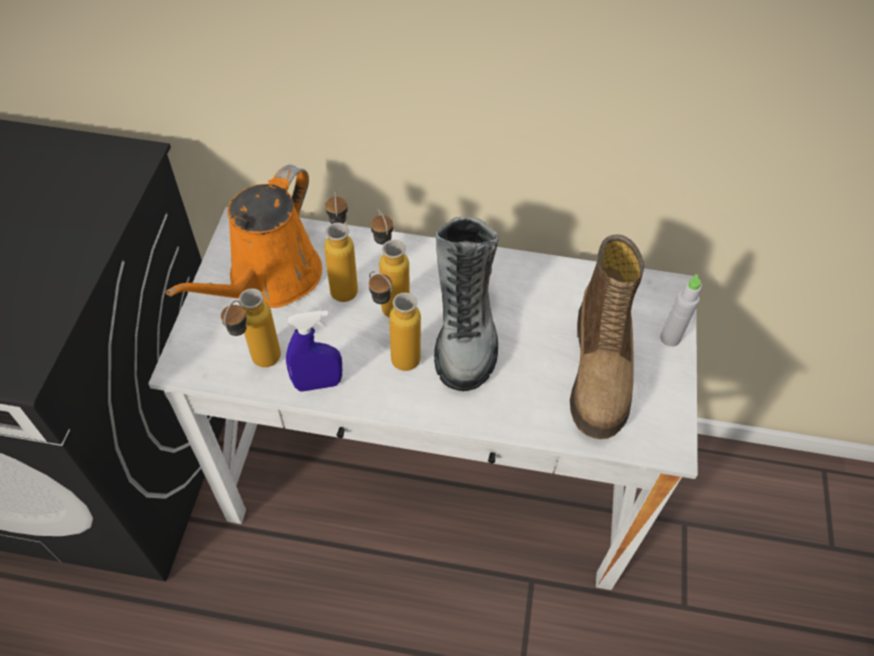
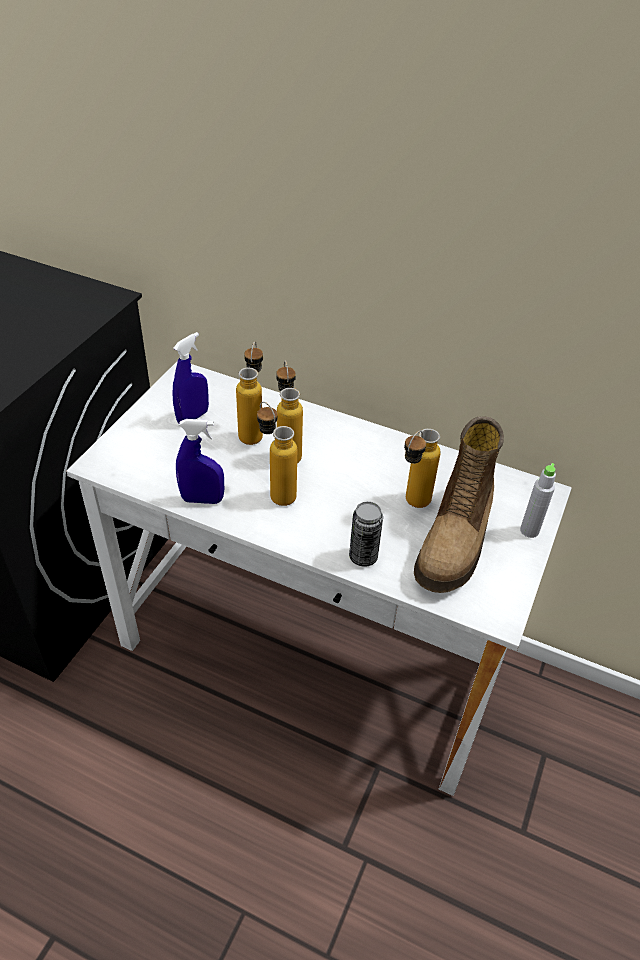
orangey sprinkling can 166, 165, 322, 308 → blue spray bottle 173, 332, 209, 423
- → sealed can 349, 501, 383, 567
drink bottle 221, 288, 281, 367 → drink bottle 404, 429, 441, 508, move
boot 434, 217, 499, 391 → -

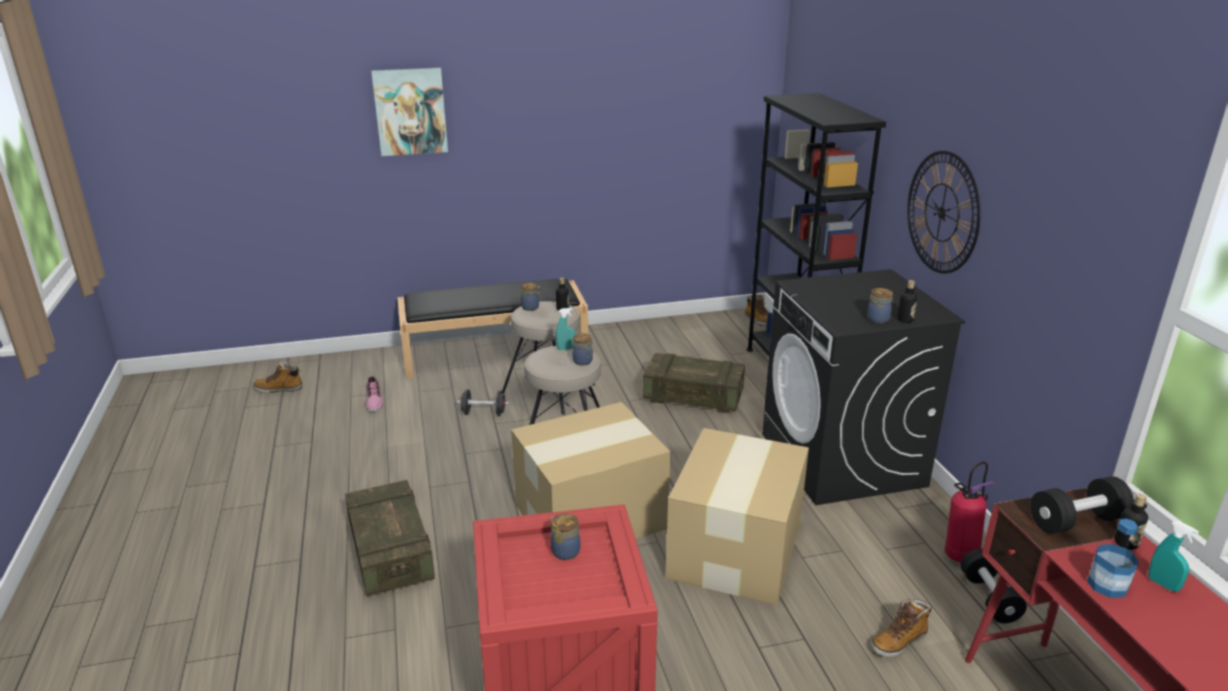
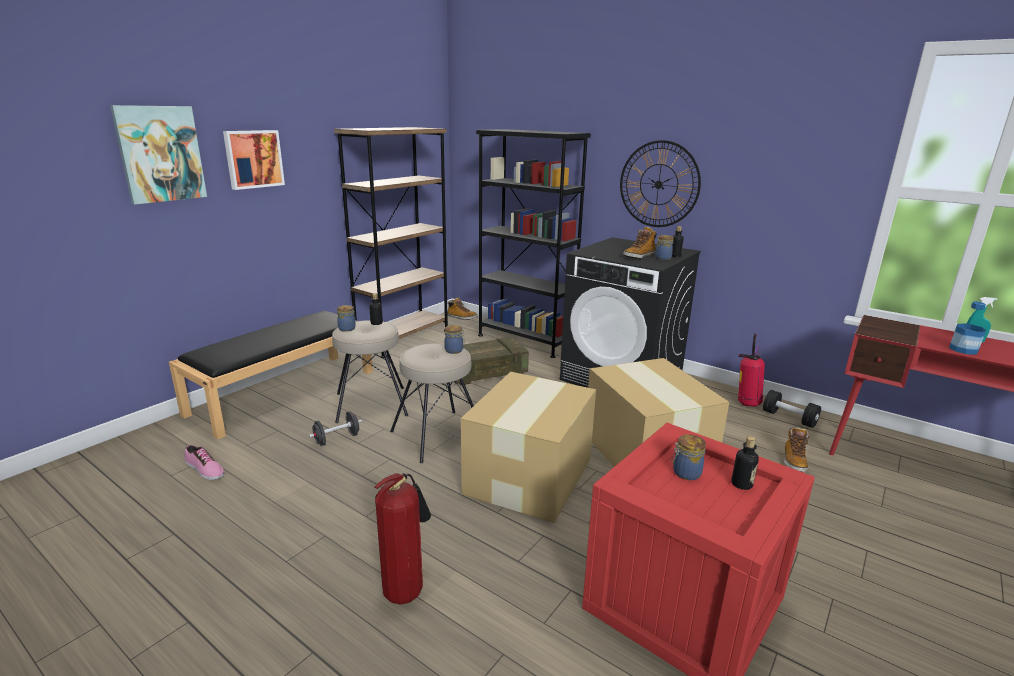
- → wall art 223, 130, 285, 190
- → brown bookcase 334, 127, 448, 358
shipping crate 345, 480, 435, 596 → extinguisher 374, 473, 431, 605
boot 253, 361, 303, 393 → boot 623, 226, 657, 259, move
drink bottle 1114, 494, 1148, 550 → drink bottle 731, 436, 759, 490, move
turquoise-coloured spray bottle 556, 308, 576, 350 → -
black hand weight 1031, 476, 1134, 534 → -

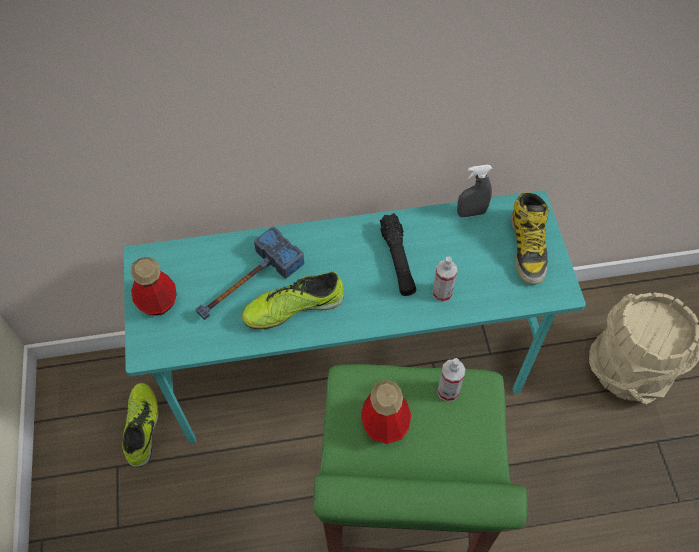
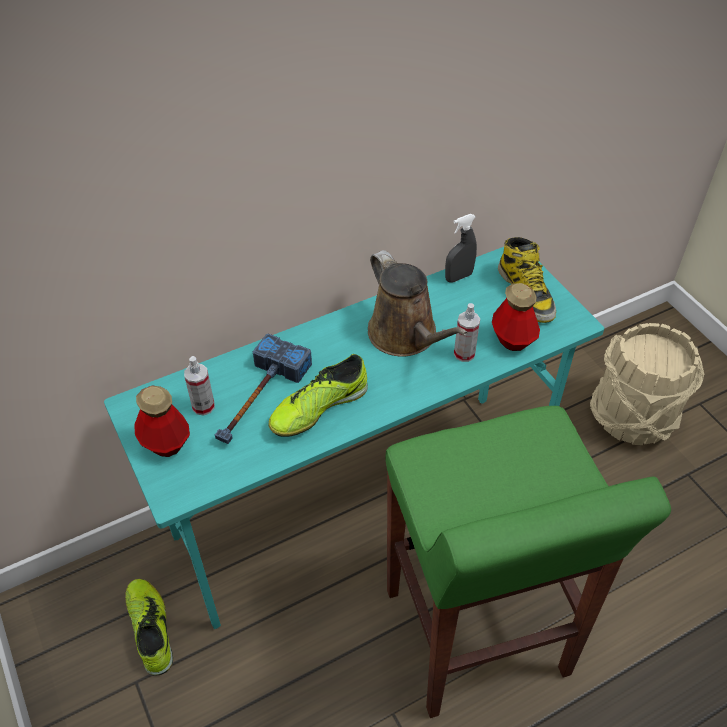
spray bottle 437, 358, 465, 402 → spray bottle 184, 356, 215, 416, move
black hand torch 380, 213, 416, 296 → brown sprinkling can 368, 250, 468, 357
drink bottle 361, 380, 411, 444 → drink bottle 492, 283, 540, 351, move

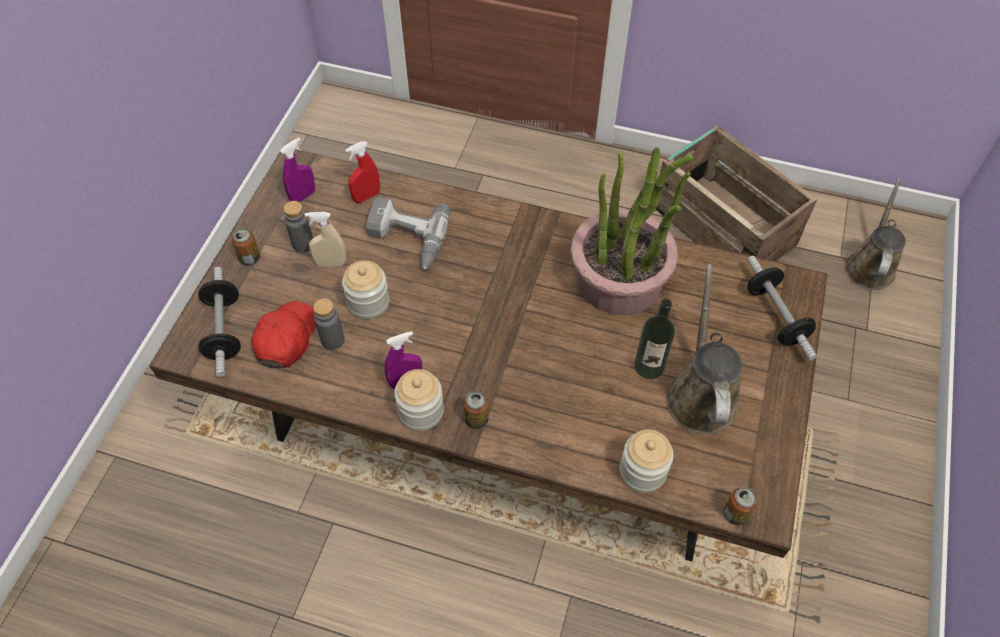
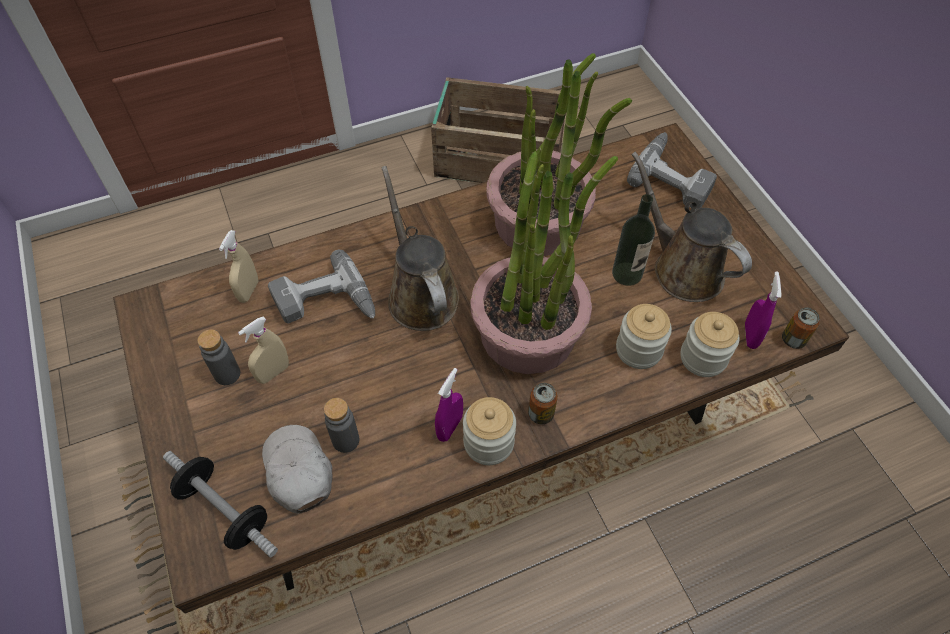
reddish spray bottle 345, 141, 380, 203 → beige-coloured spray bottle 219, 230, 258, 303
reddish peaked cap 251, 301, 316, 368 → white peaked cap 262, 425, 333, 514
brown sprinkling can 845, 178, 906, 290 → brown sprinkling can 382, 166, 459, 331, move
- → houseplant 470, 151, 618, 374
storage jar 342, 260, 389, 319 → storage jar 616, 304, 672, 369, move
hand weight 747, 256, 817, 360 → electric drill 627, 132, 717, 208
purple-coloured spray bottle 280, 138, 315, 202 → purple-coloured spray bottle 745, 271, 781, 349, move
sealed can 231, 228, 260, 265 → -

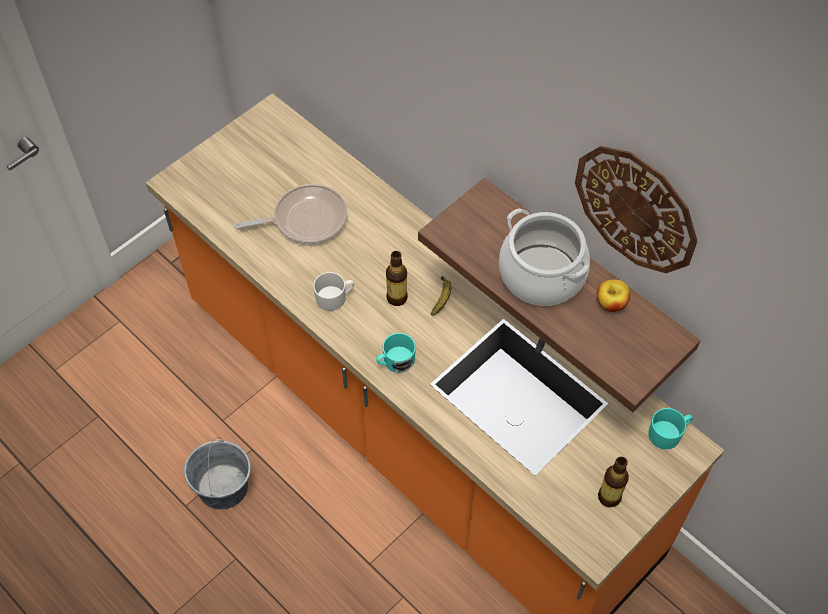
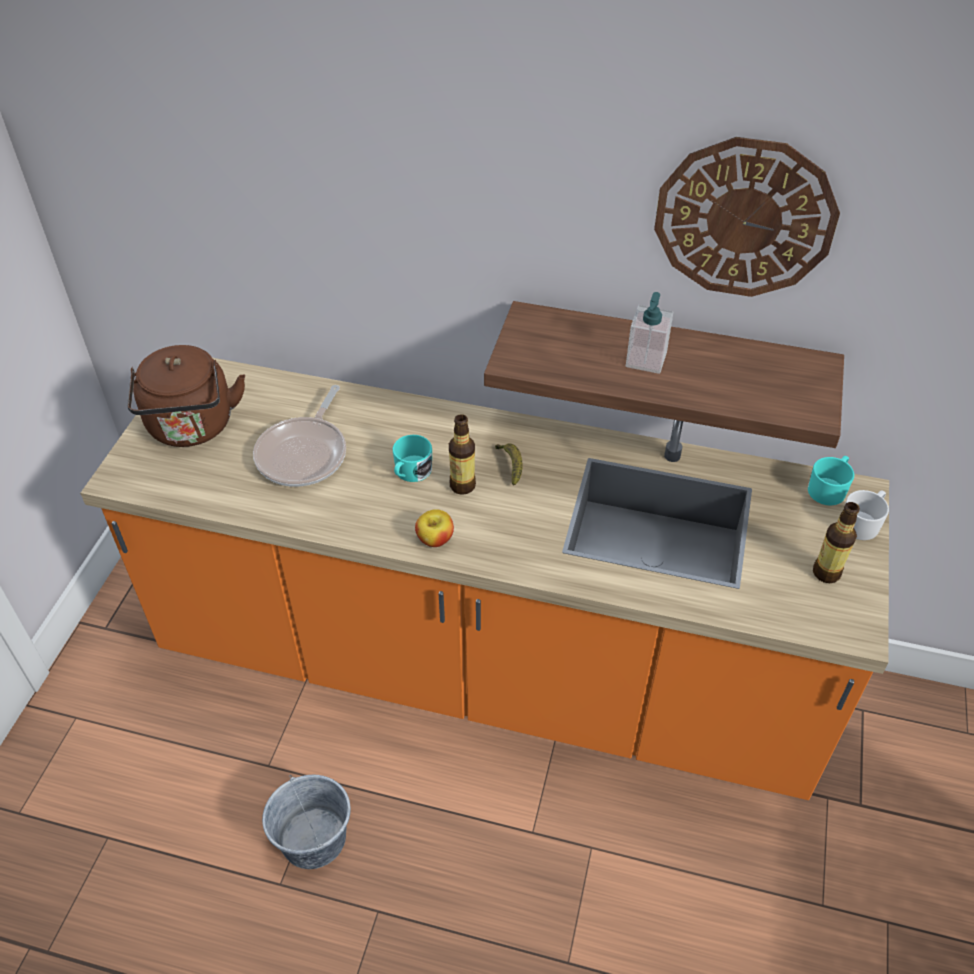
- → brown water kettle 127, 345, 245, 447
frying pan 234, 184, 347, 245 → frying pan 253, 385, 346, 487, 150 degrees clockwise
turquoise-coloured mug 376, 333, 416, 373 → turquoise-coloured mug 393, 435, 432, 482, move
apple 597, 279, 630, 312 → apple 415, 509, 454, 547, move
saucepot 499, 208, 590, 306 → liquid soap bottle 626, 292, 673, 374
white mug 313, 272, 354, 311 → white mug 845, 490, 889, 540, move

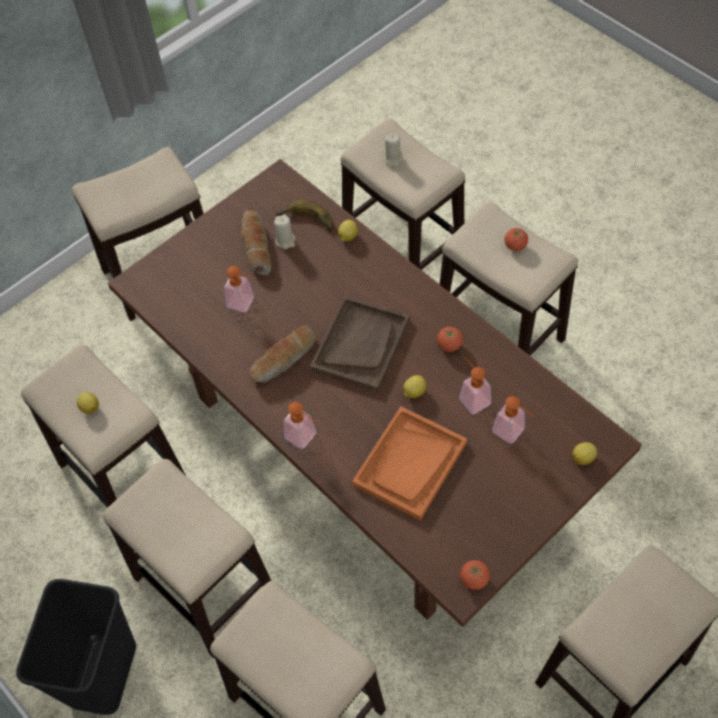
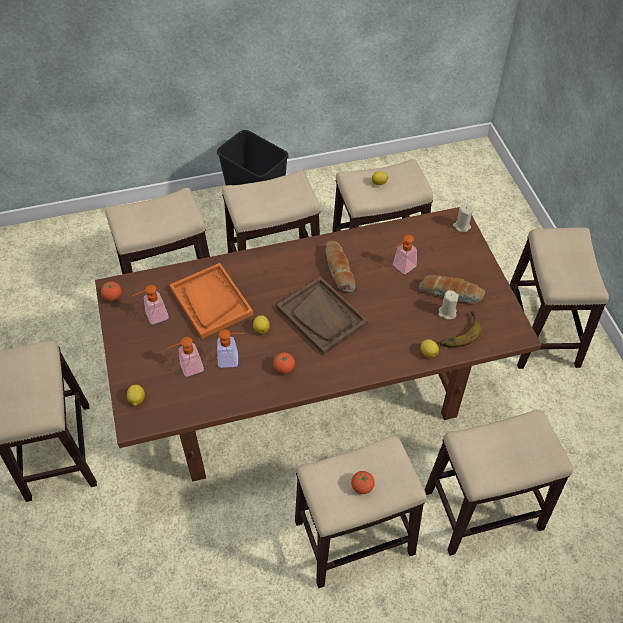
liquid soap bottle 284, 402, 316, 449 → liquid soap bottle 132, 285, 169, 324, move
beige-coloured wax candle 384, 133, 403, 167 → beige-coloured wax candle 453, 204, 473, 232, move

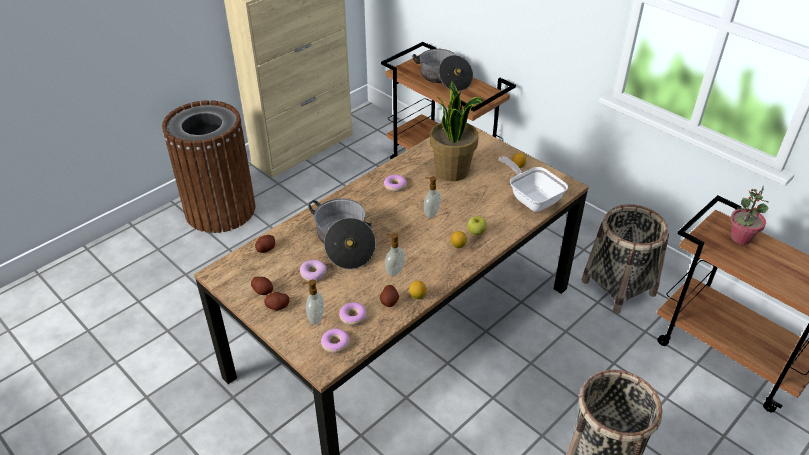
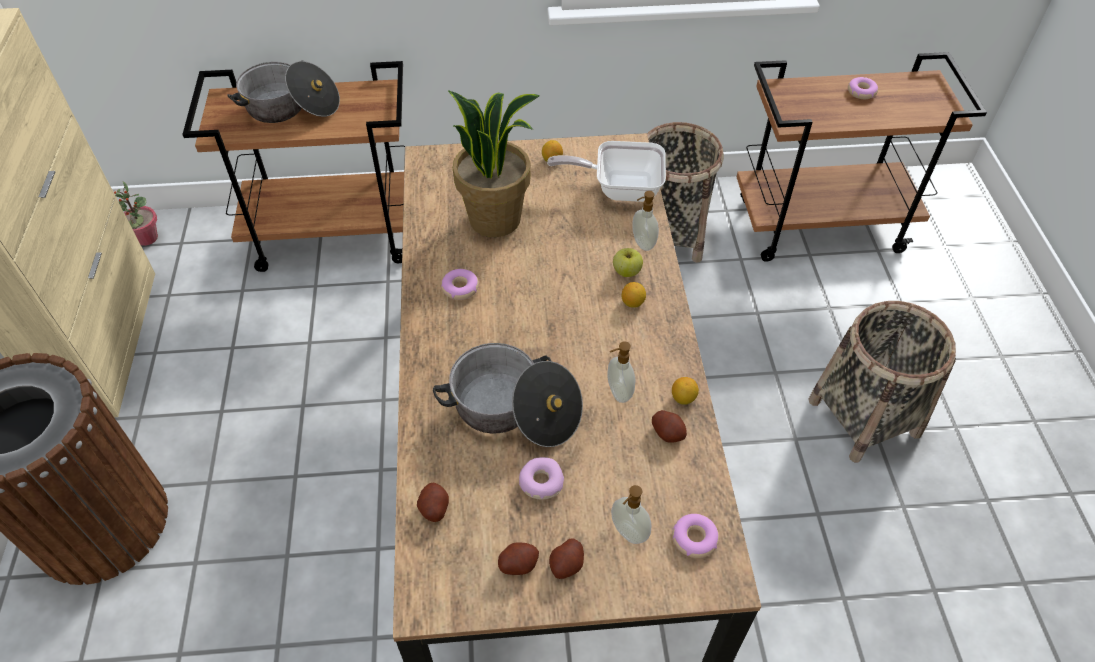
houseplant 730, 186, 769, 245 → houseplant 114, 181, 158, 246, move
liquid soap bottle 424, 177, 441, 218 → liquid soap bottle 632, 191, 659, 251, move
doughnut 339, 302, 367, 326 → doughnut 848, 77, 878, 99, move

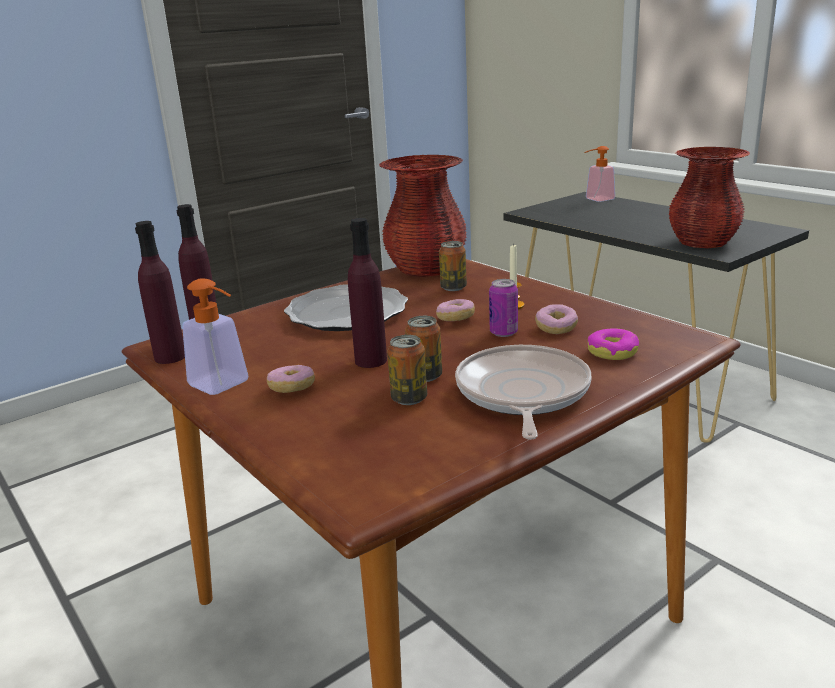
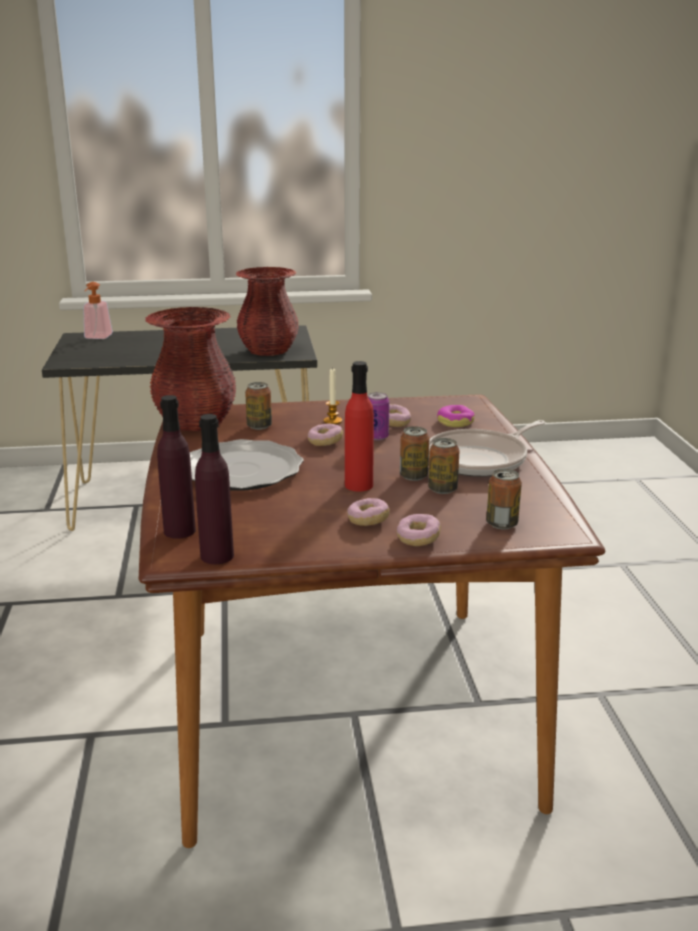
purple-coloured drink bottle 348, 218, 387, 368 → reddish drink bottle 345, 361, 374, 491
- → doughnut 397, 514, 441, 546
frying pan 455, 345, 592, 440 → frying pan 429, 420, 545, 477, 75 degrees counterclockwise
- → sealed can 486, 469, 522, 530
liquid soap bottle 182, 278, 248, 395 → -

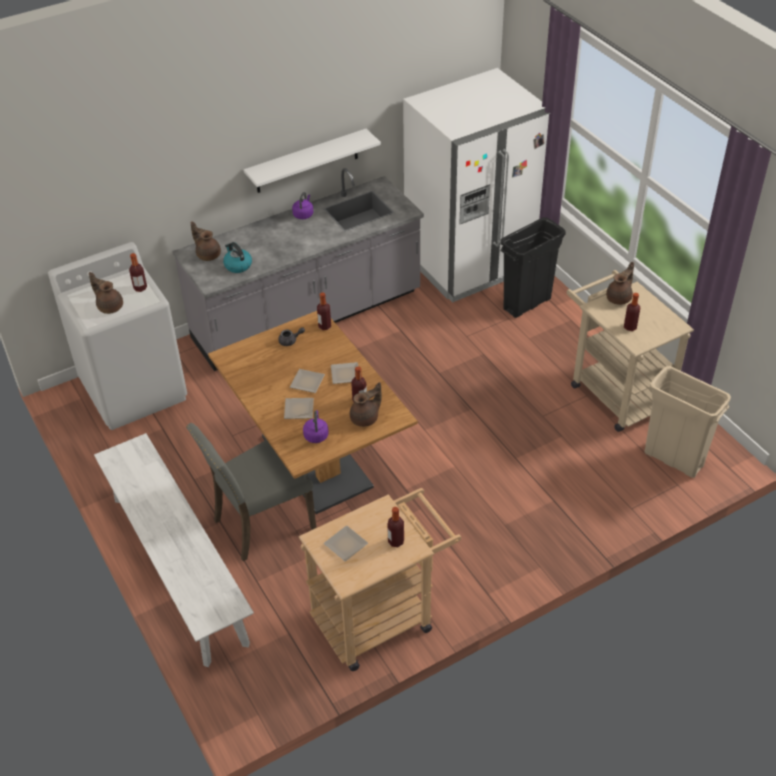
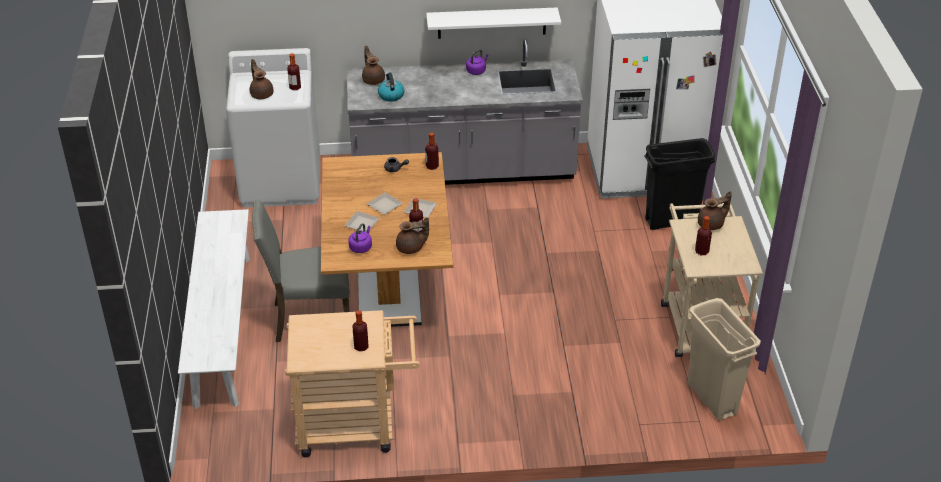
plate 324, 525, 368, 562 → -

